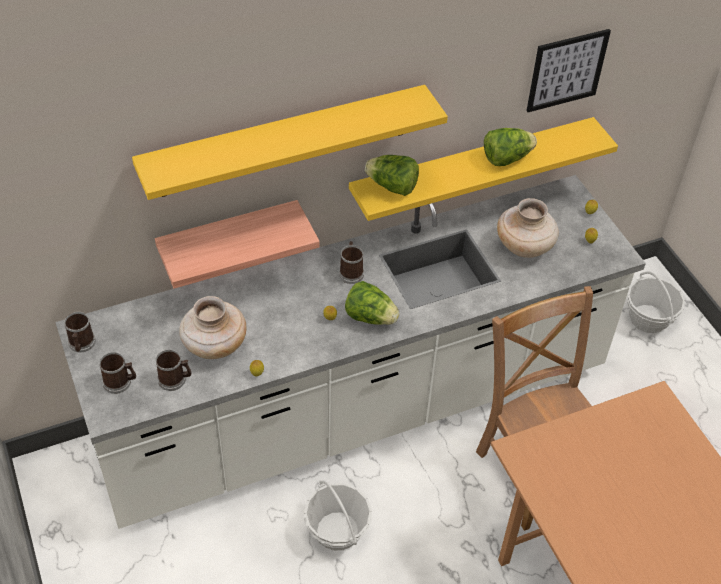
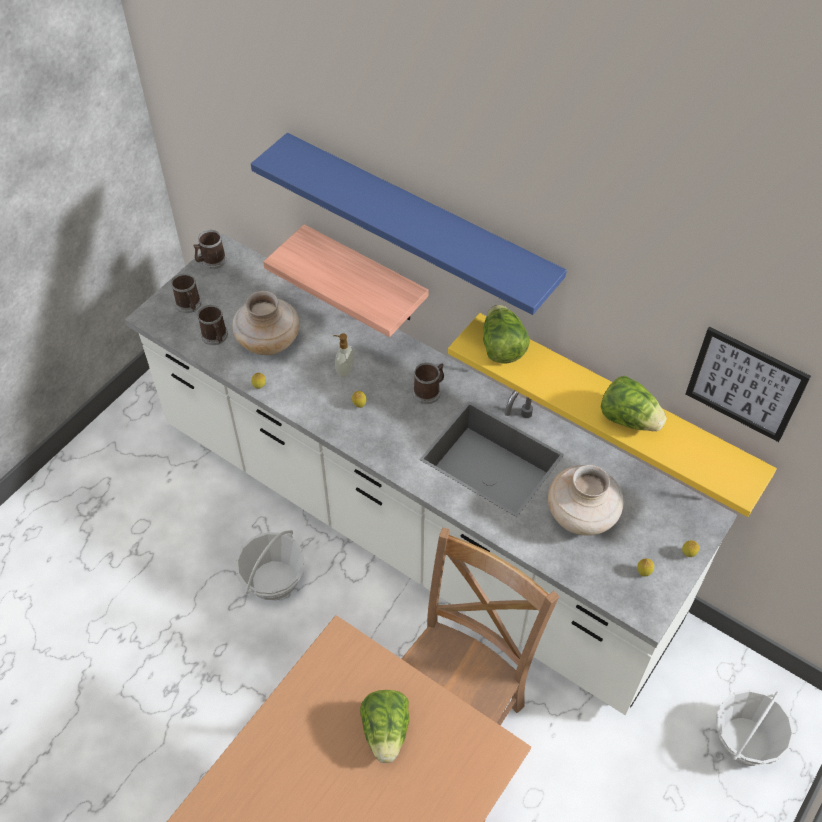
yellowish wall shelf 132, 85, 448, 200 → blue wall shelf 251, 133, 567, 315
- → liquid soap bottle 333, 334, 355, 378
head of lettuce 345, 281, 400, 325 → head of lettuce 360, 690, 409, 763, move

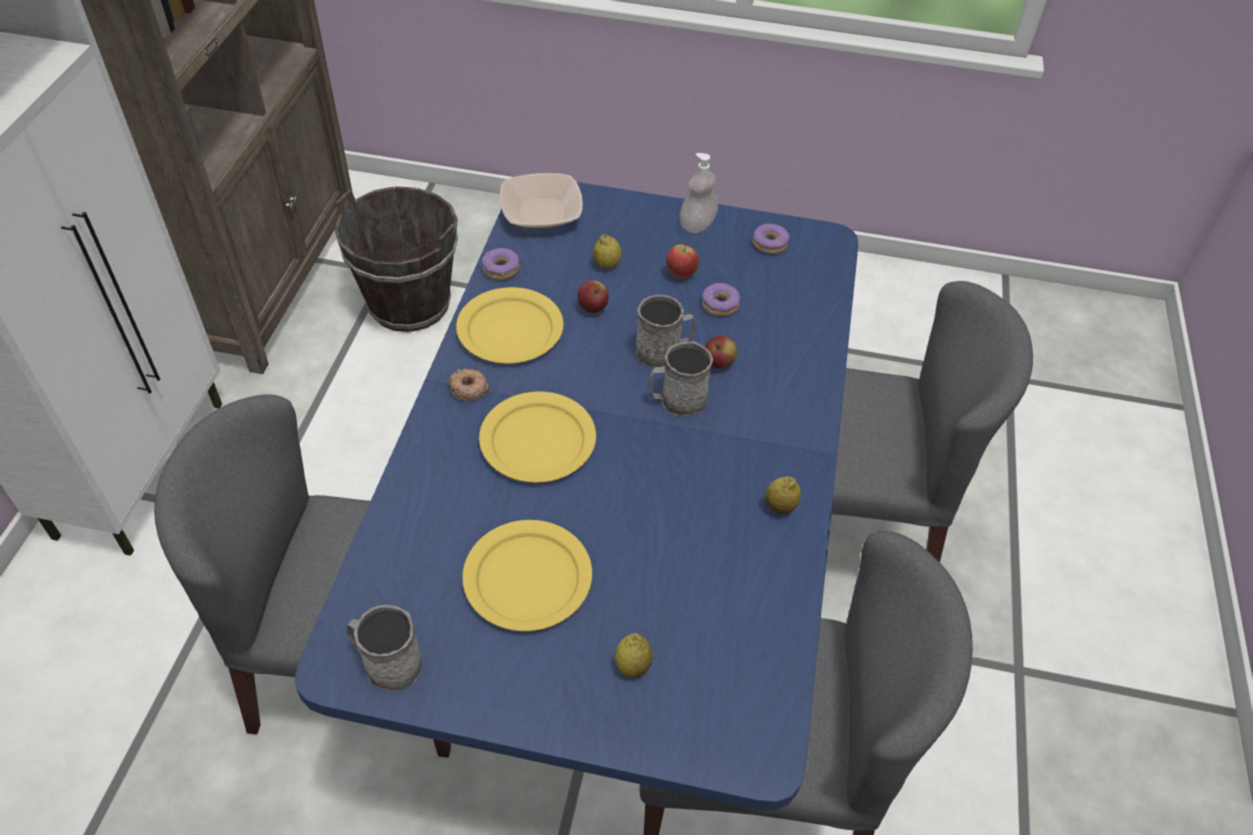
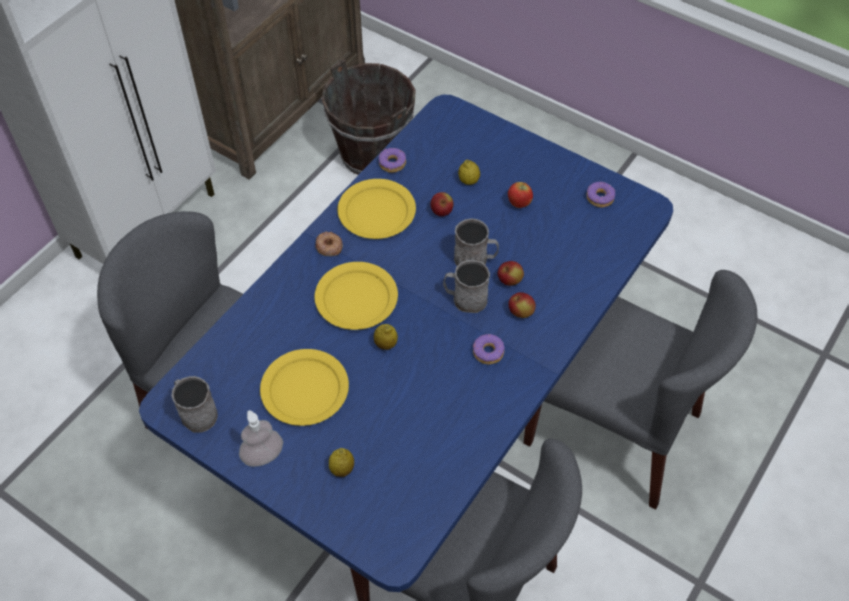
liquid soap bottle 680, 153, 718, 233 → liquid soap bottle 239, 410, 283, 467, move
citrus fruit 765, 476, 801, 514 → citrus fruit 374, 324, 398, 350, move
doughnut 702, 283, 740, 316 → doughnut 473, 334, 505, 365, move
- → apple 508, 292, 536, 318
bowl 500, 173, 583, 229 → -

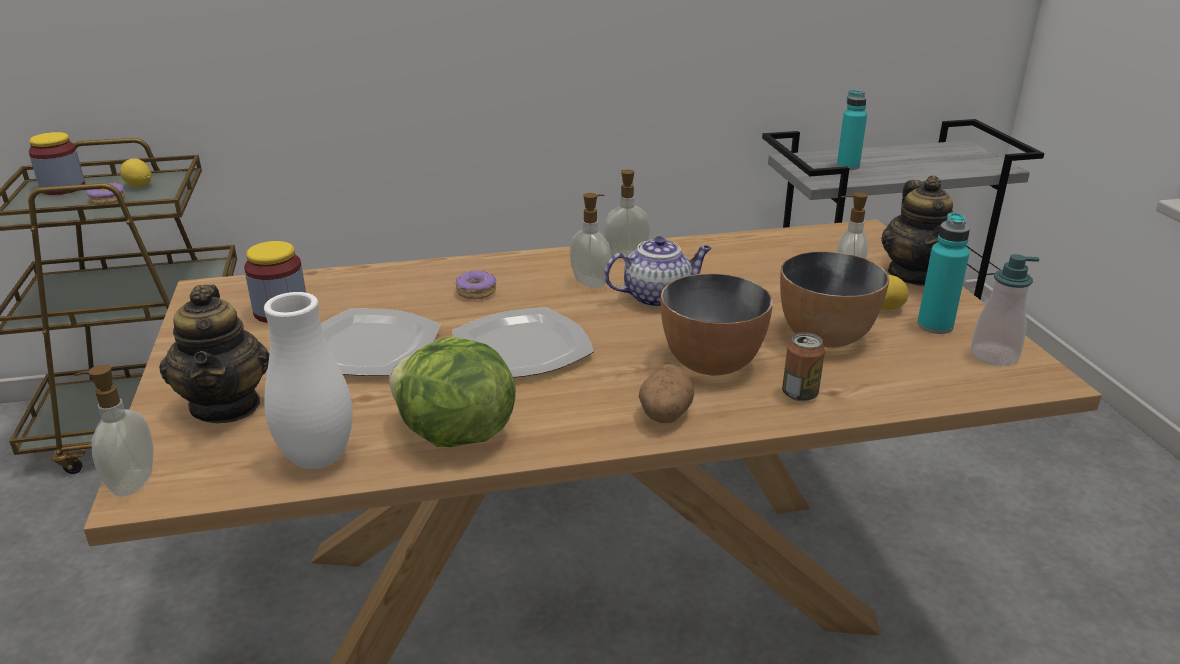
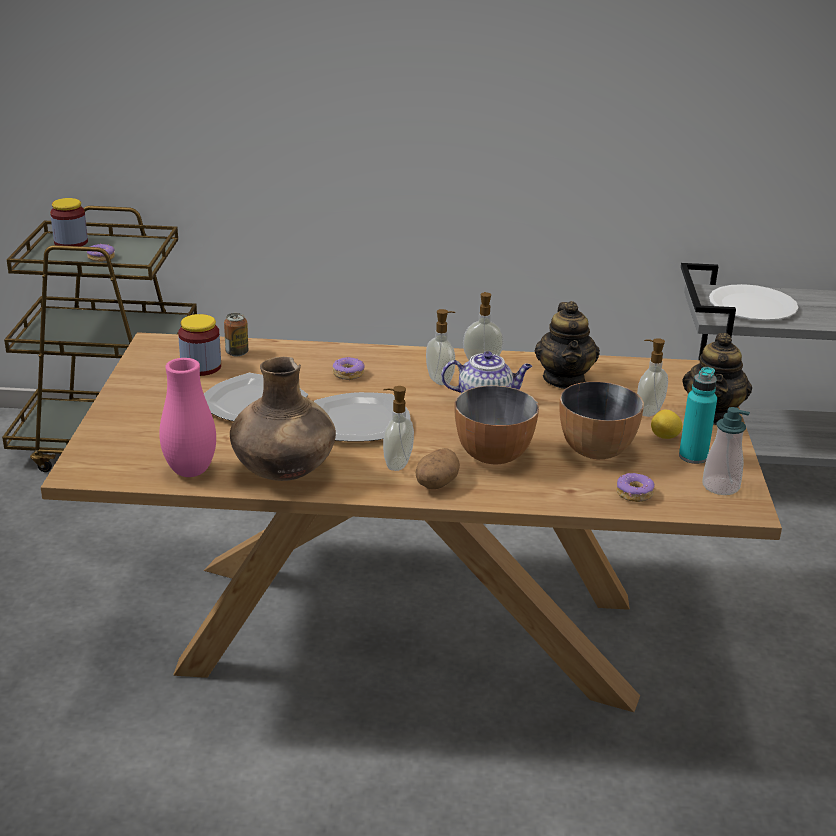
white flower vase 264, 292, 353, 469 → pink-coloured flower vase 159, 358, 216, 477
sealed can 782, 333, 825, 401 → sealed can 224, 313, 248, 356, move
head of lettuce 389, 337, 516, 447 → brown flower vase 230, 357, 336, 481
liquid soap bottle 75, 364, 154, 496 → liquid soap bottle 383, 386, 414, 471, move
pot for tea 159, 285, 269, 423 → pot for tea 535, 301, 600, 389, move
- → doughnut 616, 473, 655, 502
turquoise-coloured drink bottle 837, 90, 867, 170 → white plate 709, 284, 798, 321
citrus fruit 120, 158, 152, 187 → -

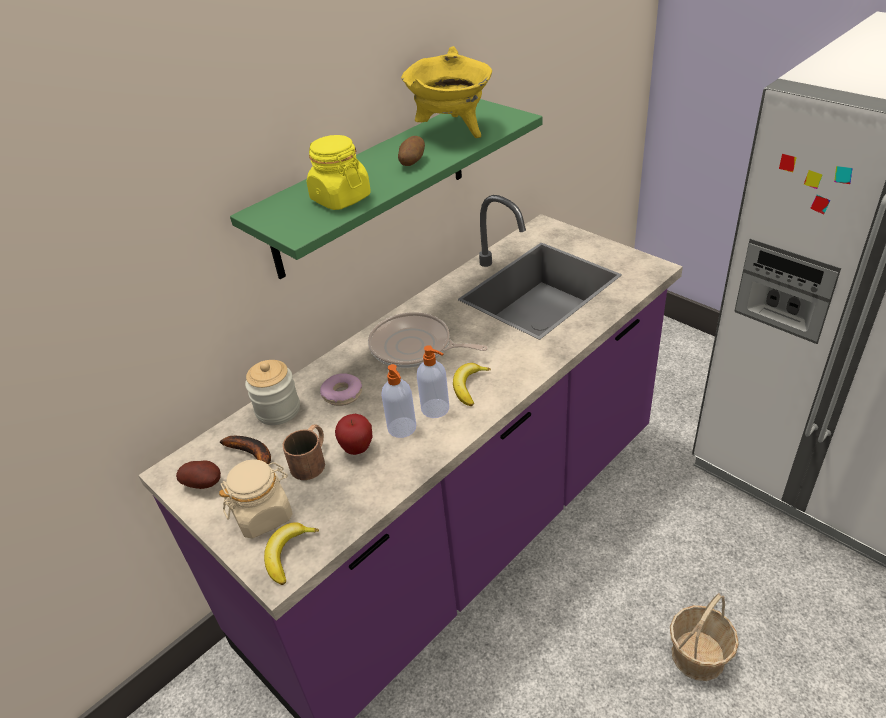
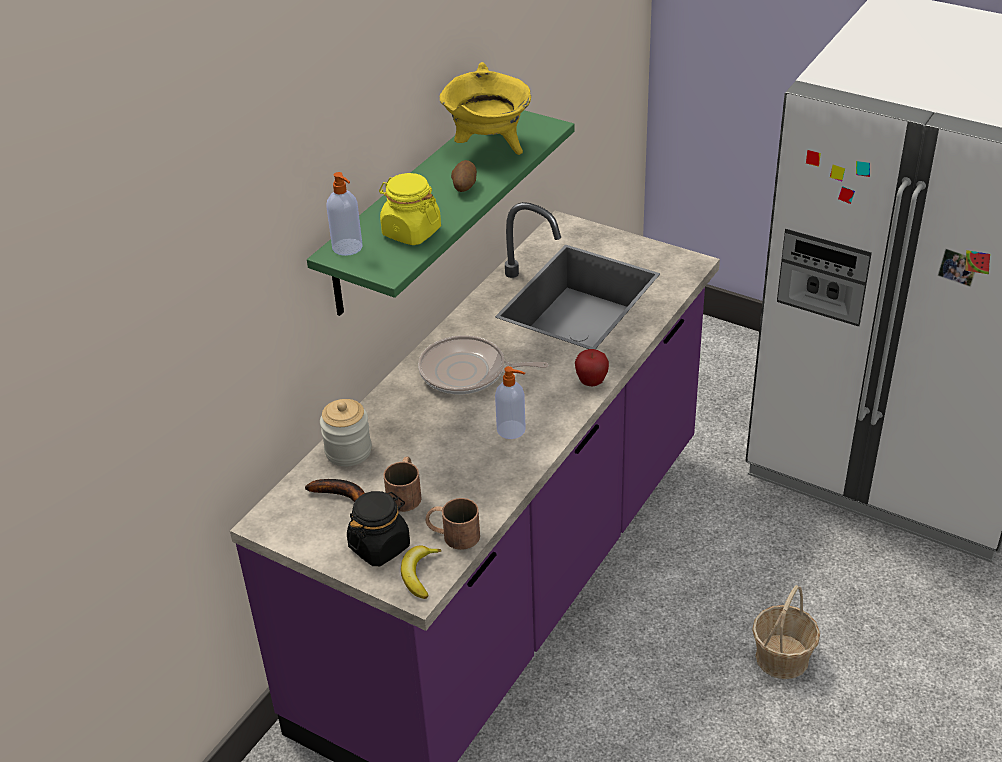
liquid soap bottle 381, 364, 416, 438 → liquid soap bottle 327, 172, 363, 256, move
beige-coloured storage jar 219, 459, 293, 539 → black storage jar 347, 491, 410, 566
- → brown mug 426, 498, 480, 550
apple 335, 414, 372, 455 → apple 575, 349, 609, 386, move
potato 176, 460, 221, 489 → -
doughnut 320, 373, 362, 406 → -
whole banana 453, 363, 491, 406 → -

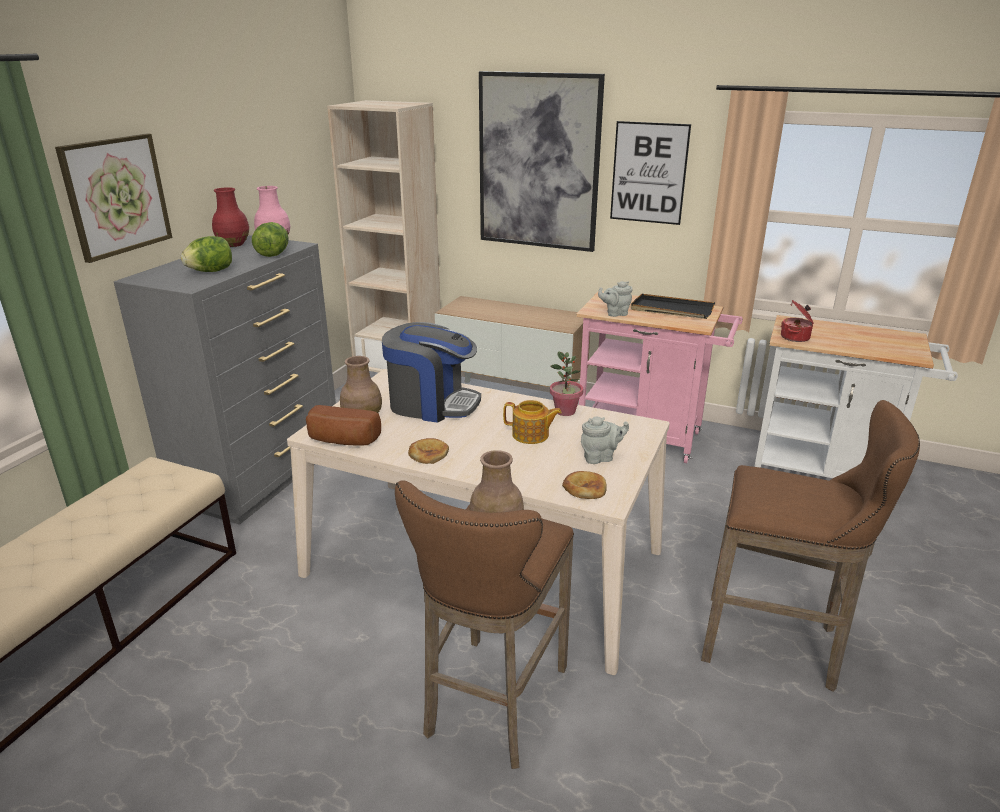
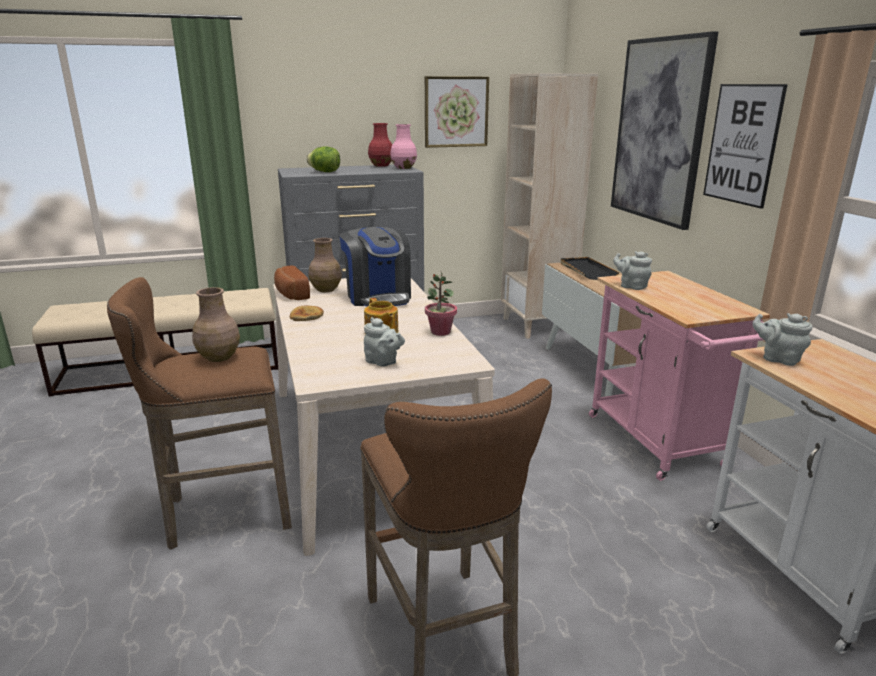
wall art 55, 134, 172, 263 → wall art 425, 76, 489, 148, move
black serving tray 631, 294, 715, 319 → black serving tray 560, 257, 619, 280, move
saucepot 781, 300, 814, 342 → greyish pot for tea 752, 313, 812, 366
head of lettuce 252, 222, 289, 257 → -
bakery bread 562, 471, 607, 499 → -

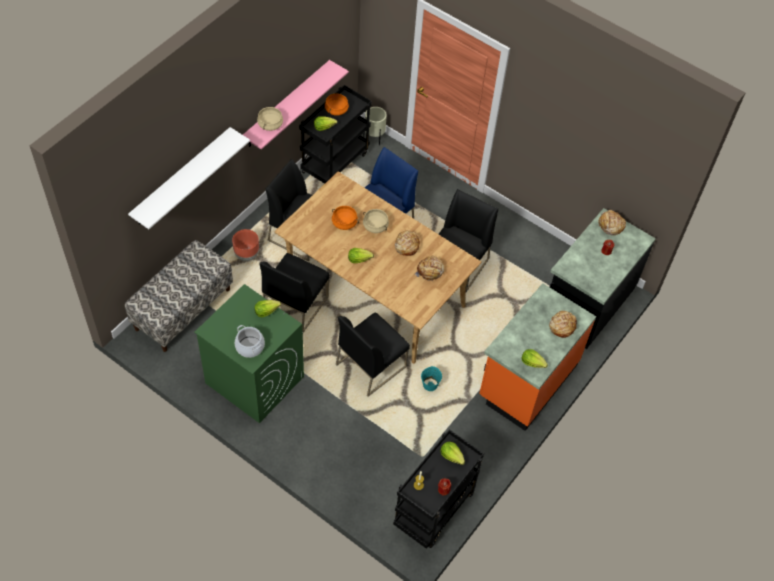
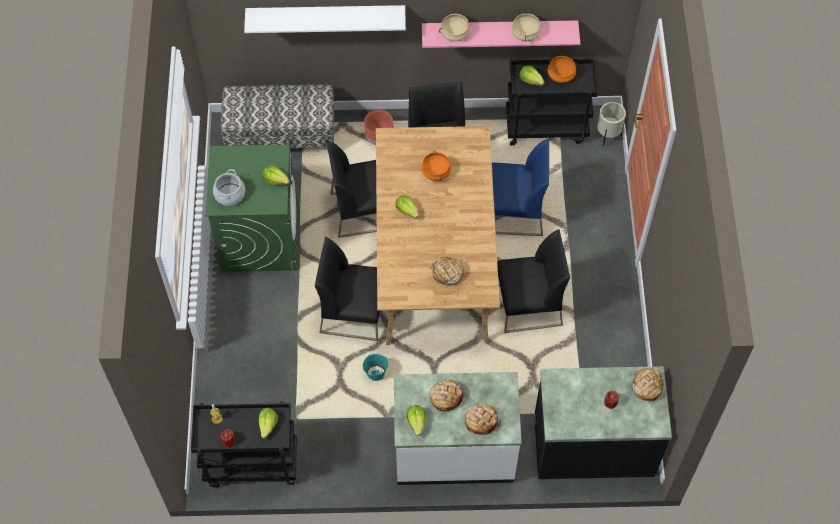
orangey kitchen base unit 479, 283, 596, 431 → white kitchen base unit 394, 372, 522, 485
bakery bread 395, 230, 420, 256 → bakery bread 430, 379, 467, 412, move
beige-coloured saucepot 363, 209, 389, 233 → beige-coloured saucepot 512, 12, 541, 41, move

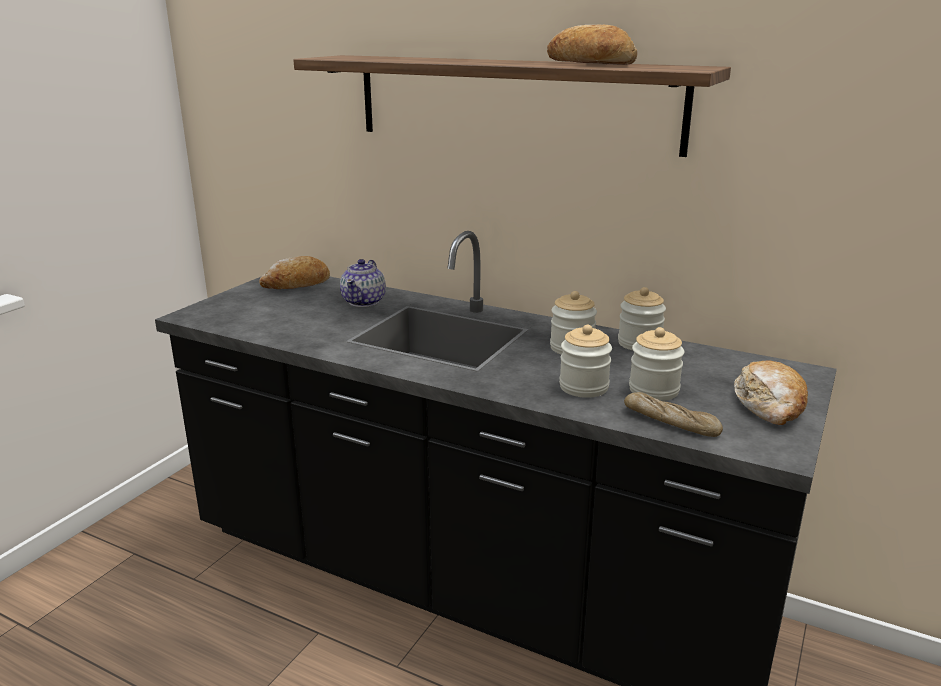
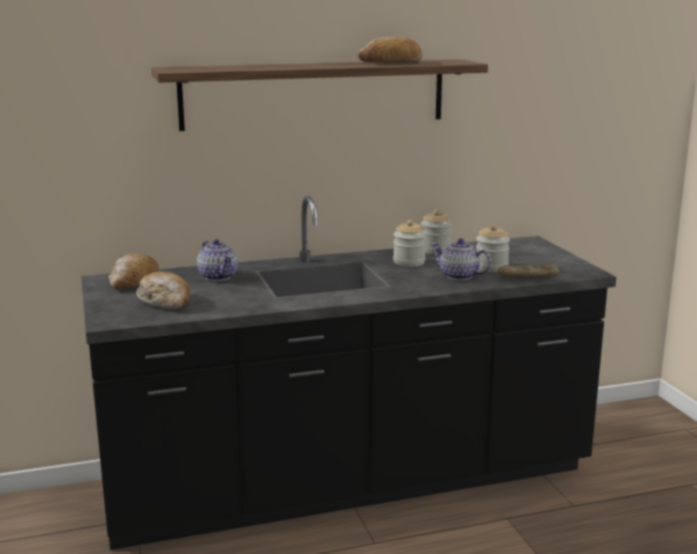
bakery bread 734, 361, 808, 425 → bakery bread 136, 272, 190, 309, move
storage jar 559, 325, 612, 398 → pot for tea 431, 238, 491, 280

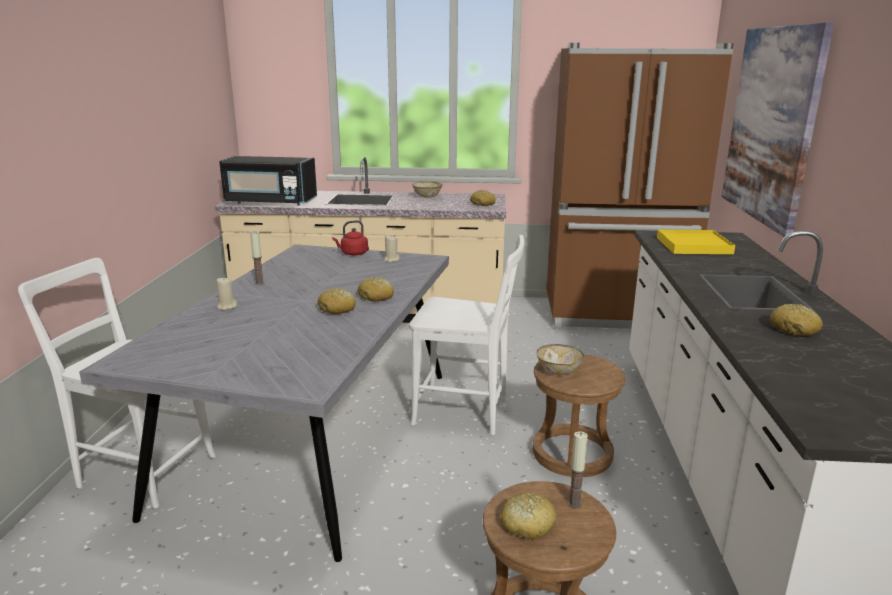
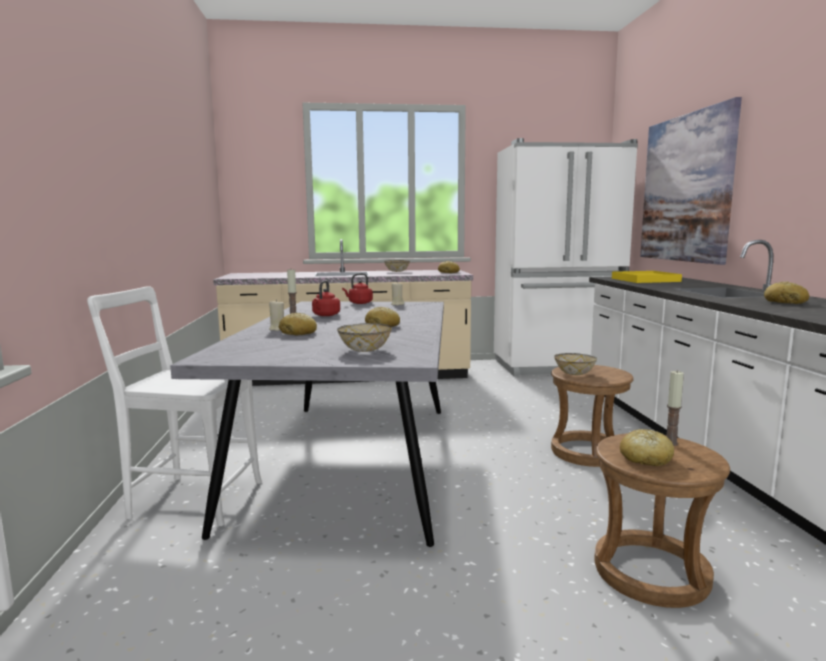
bakery bread 357, 277, 394, 302 → bakery bread 279, 313, 317, 335, move
- → reddish water kettle 312, 281, 340, 316
- → bowl 337, 323, 392, 352
brown fridge 547, 43, 734, 328 → white fridge 494, 138, 638, 377
black kitchen microwave 219, 156, 317, 206 → -
white plain chair 409, 235, 524, 435 → -

